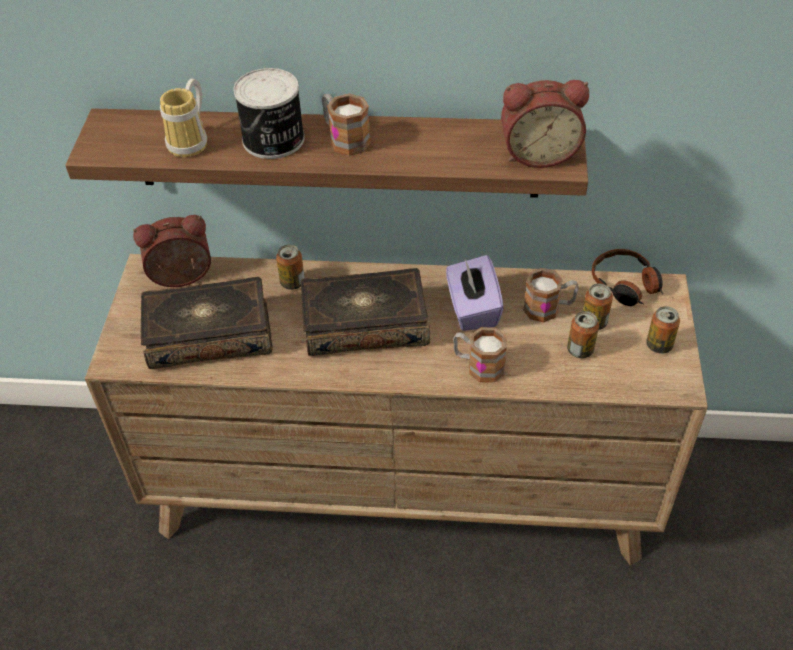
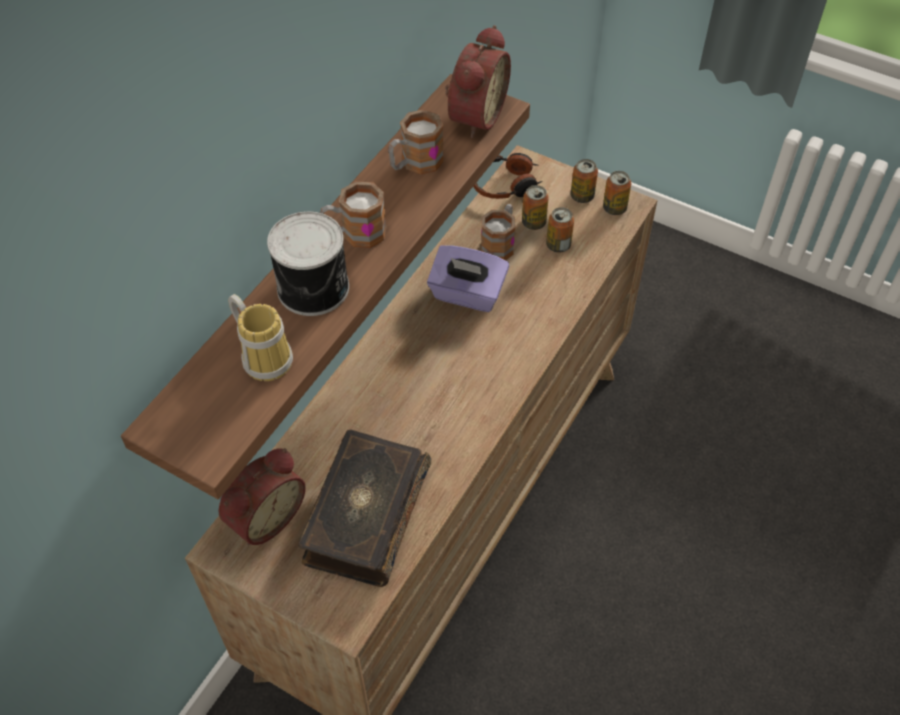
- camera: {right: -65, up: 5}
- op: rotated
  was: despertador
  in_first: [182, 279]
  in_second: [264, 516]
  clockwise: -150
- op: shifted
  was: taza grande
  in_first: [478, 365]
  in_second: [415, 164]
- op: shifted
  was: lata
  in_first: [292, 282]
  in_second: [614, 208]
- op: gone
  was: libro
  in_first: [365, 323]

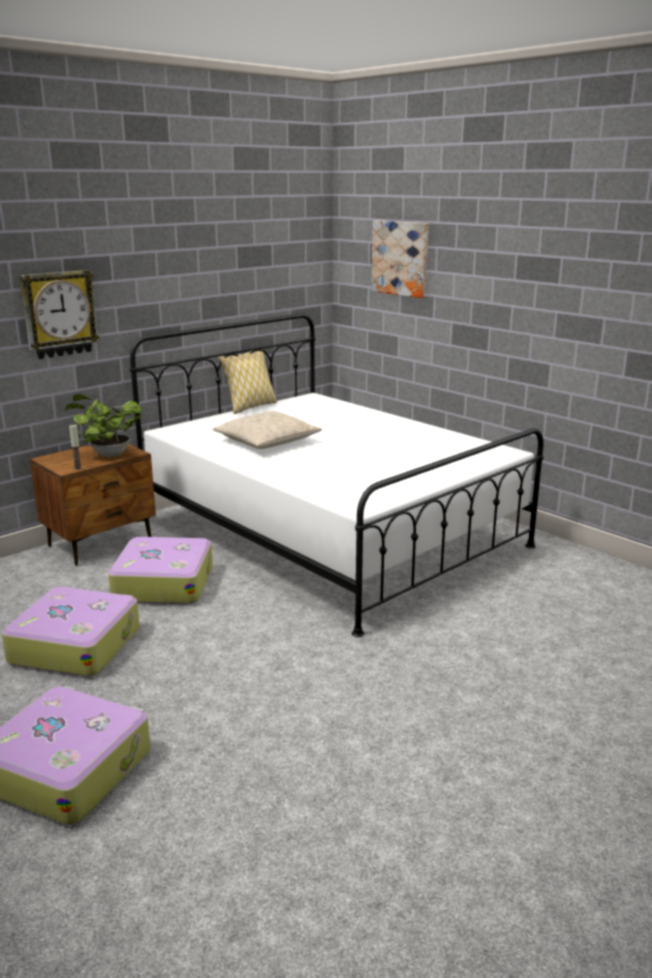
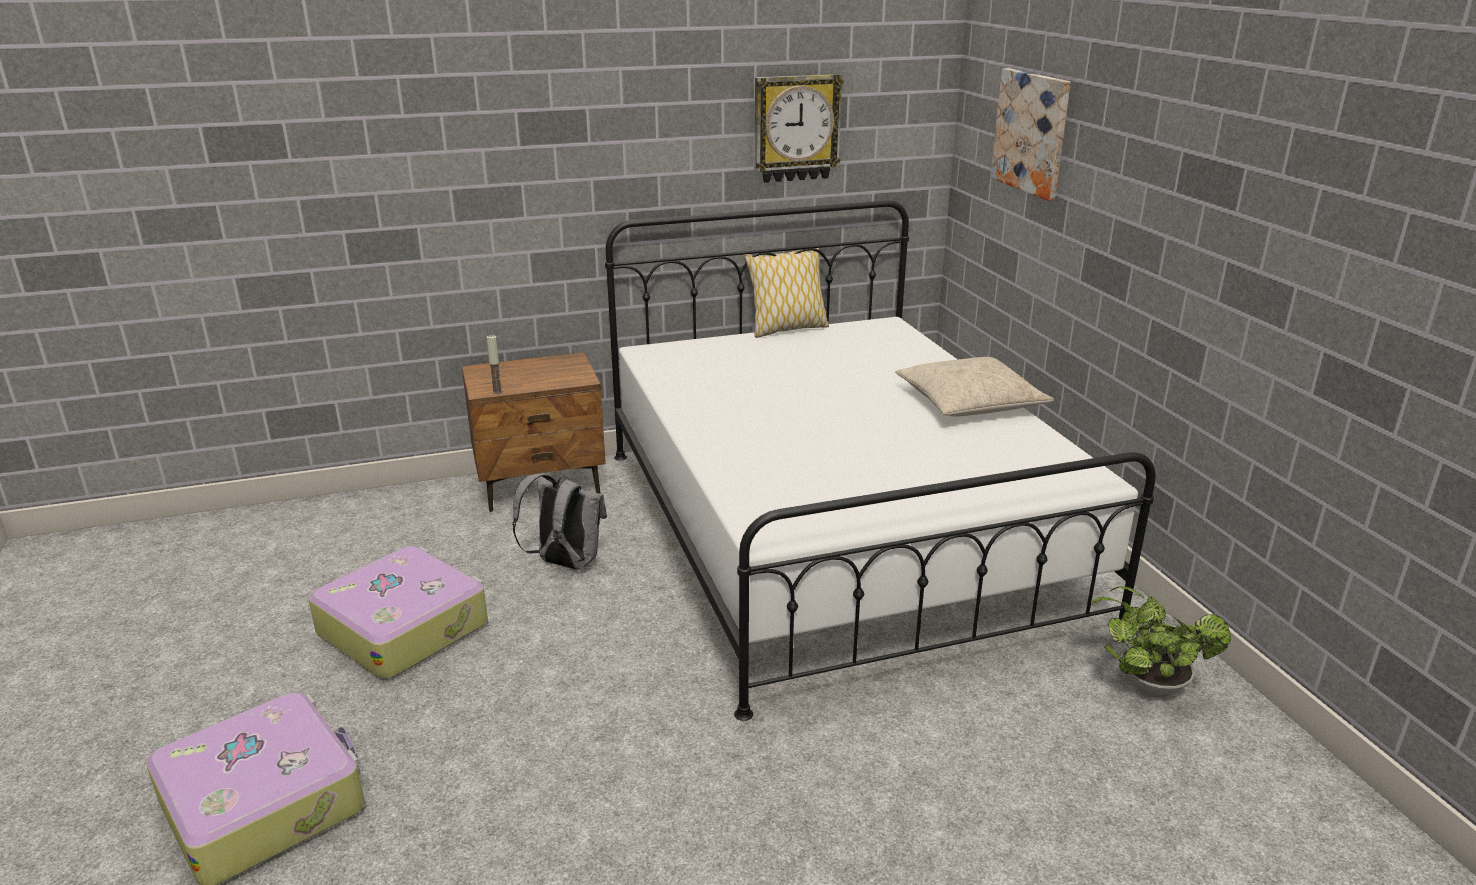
- camera: {right: 25, up: 5}
- op: swapped
  was: maleta
  now: mochila/gris
  in_first: [163, 583]
  in_second: [565, 563]
- op: shifted
  was: reloj de pared
  in_first: [59, 314]
  in_second: [796, 128]
- op: shifted
  was: cojín/beis
  in_first: [267, 441]
  in_second: [969, 402]
- op: shifted
  was: planta en maceta
  in_first: [107, 454]
  in_second: [1146, 685]

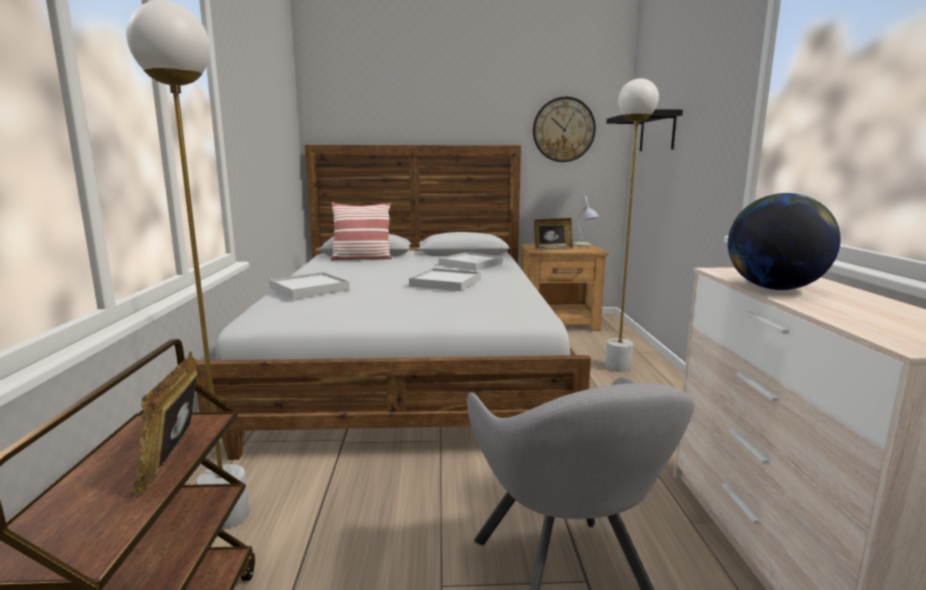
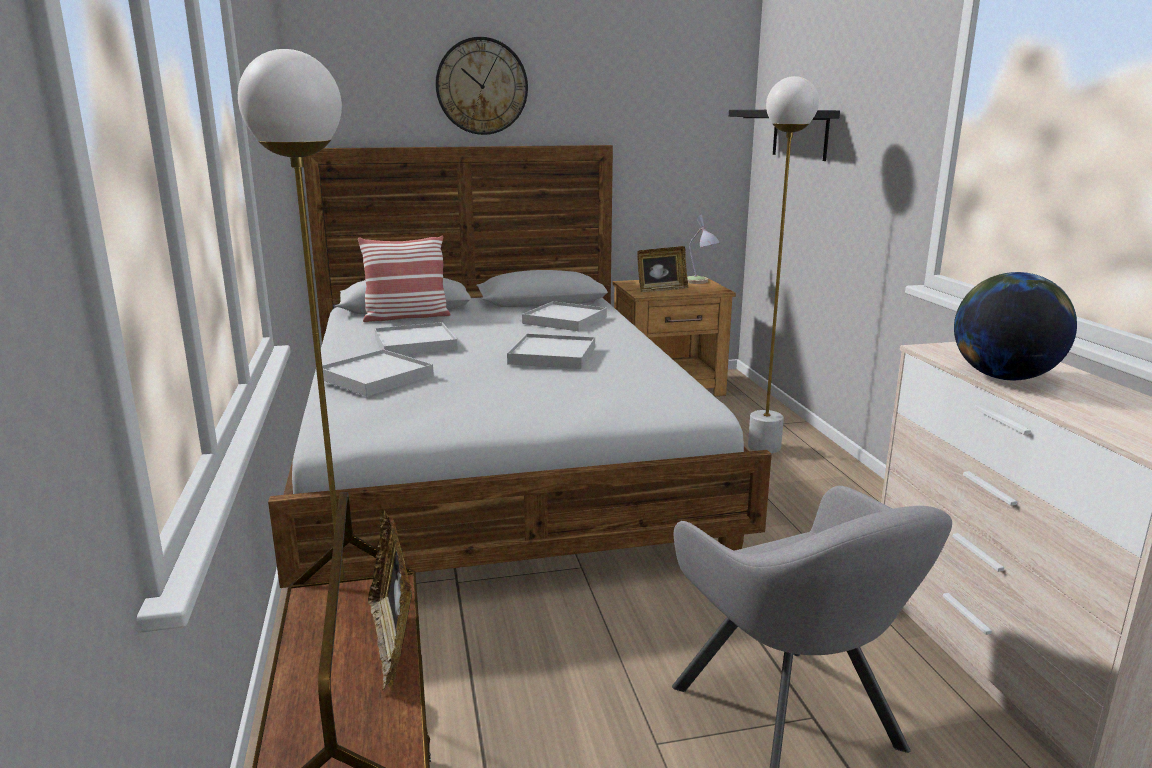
- camera: {right: -10, up: 5}
- op: new
  now: bandeja/blanco
  in_second: [415, 344]
- op: shifted
  was: reloj de pared
  in_first: [563, 130]
  in_second: [481, 86]

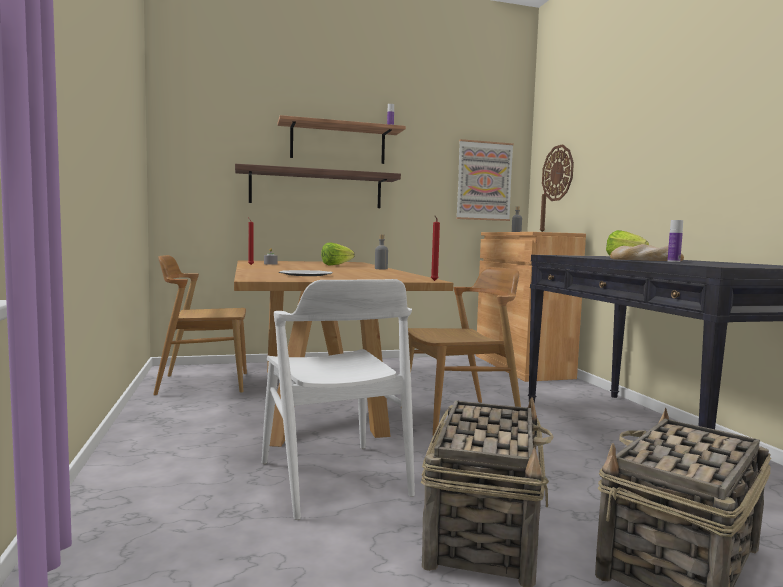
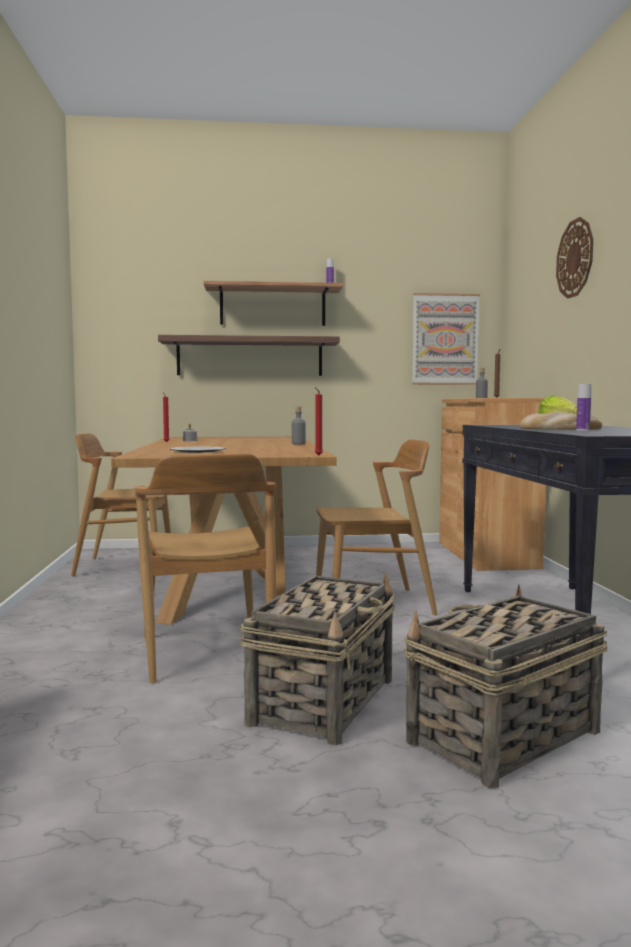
- camera: {right: 10, up: 0}
- op: repainted
  was: silla/blanco
  now: silla/marrón
  in_first: [333, 479]
  in_second: [206, 653]
- op: shifted
  was: reloj de pared
  in_first: [558, 173]
  in_second: [575, 258]
- op: gone
  was: lechuga
  in_first: [339, 265]

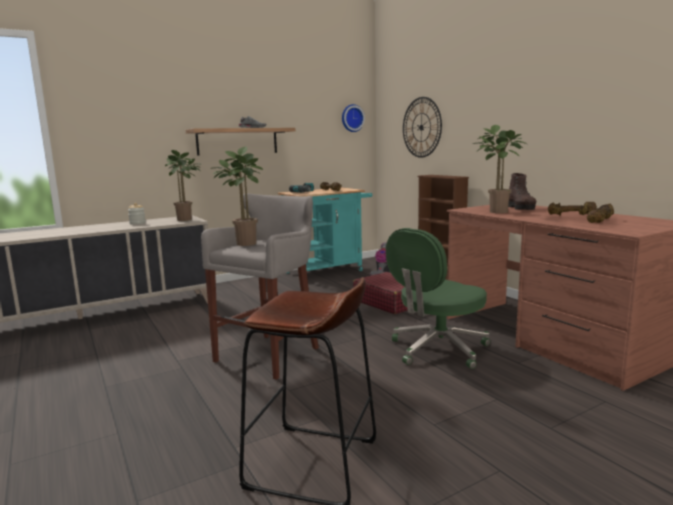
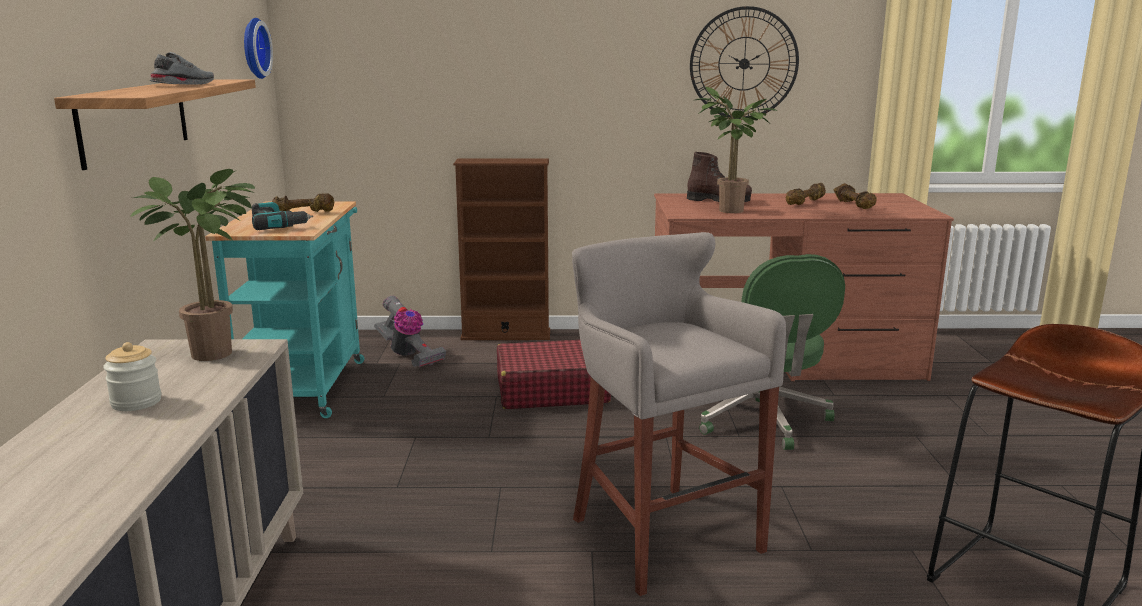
- camera: {right: -60, up: 5}
- op: shifted
  was: reloj de pared
  in_first: [421, 127]
  in_second: [744, 63]
- op: gone
  was: planta en maceta
  in_first: [243, 243]

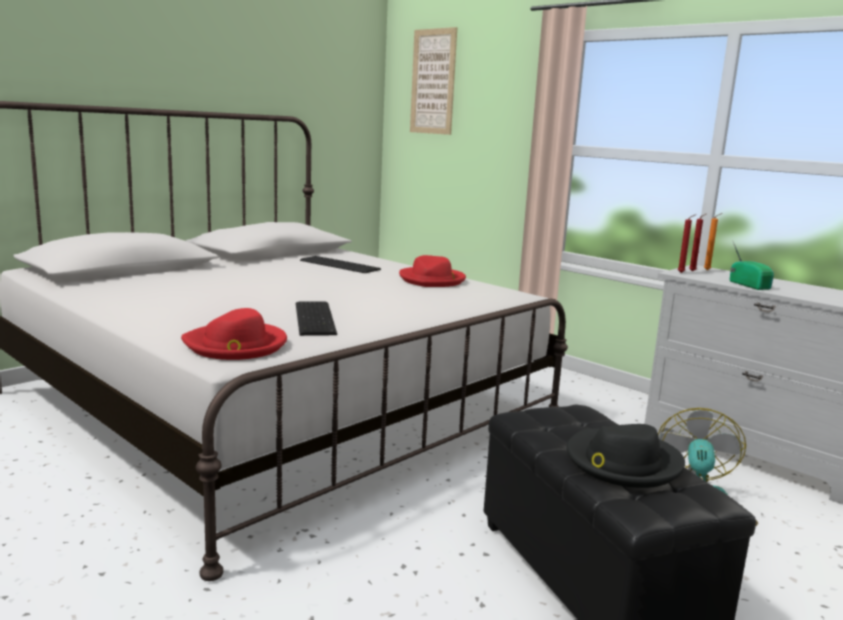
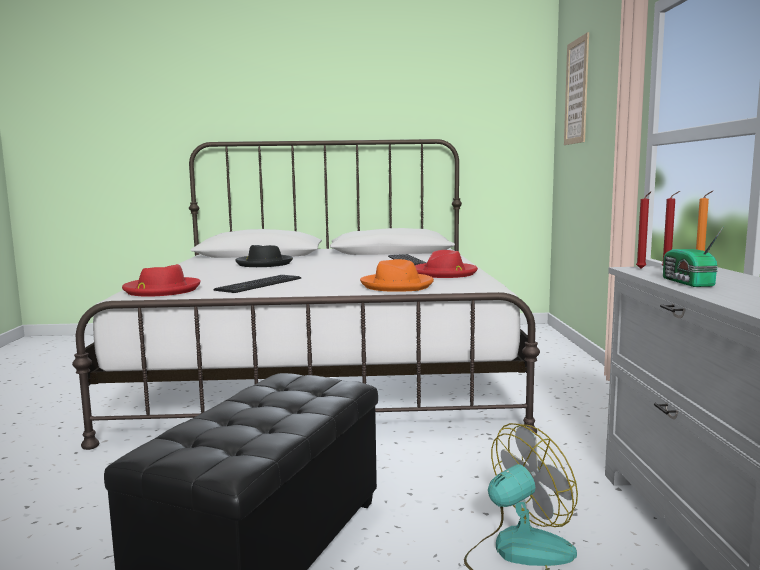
- camera: {right: 45, up: -5}
- op: shifted
  was: sombrero/negro
  in_first: [622, 462]
  in_second: [264, 263]
- op: new
  now: sombrero/naranja
  in_second: [397, 285]
- op: rotated
  was: radio
  in_first: [749, 285]
  in_second: [687, 282]
  clockwise: 150

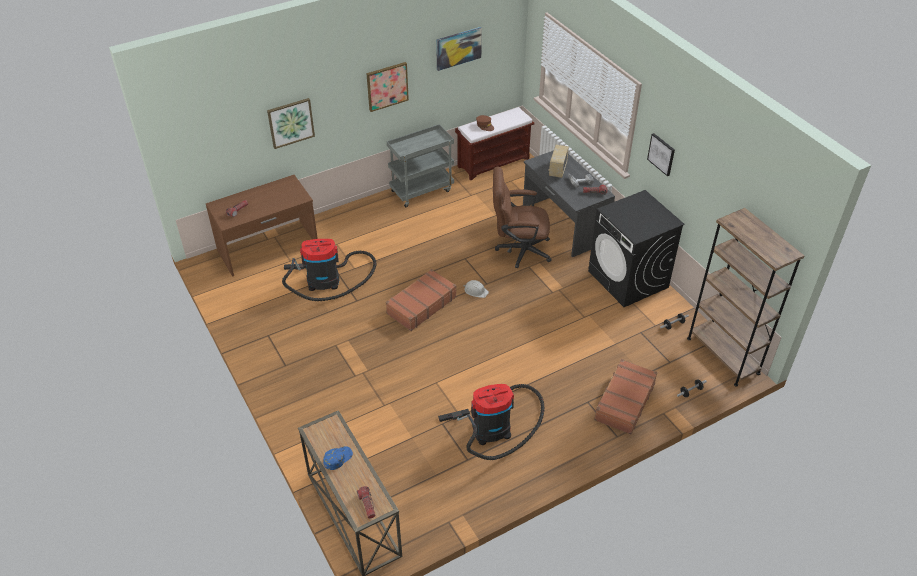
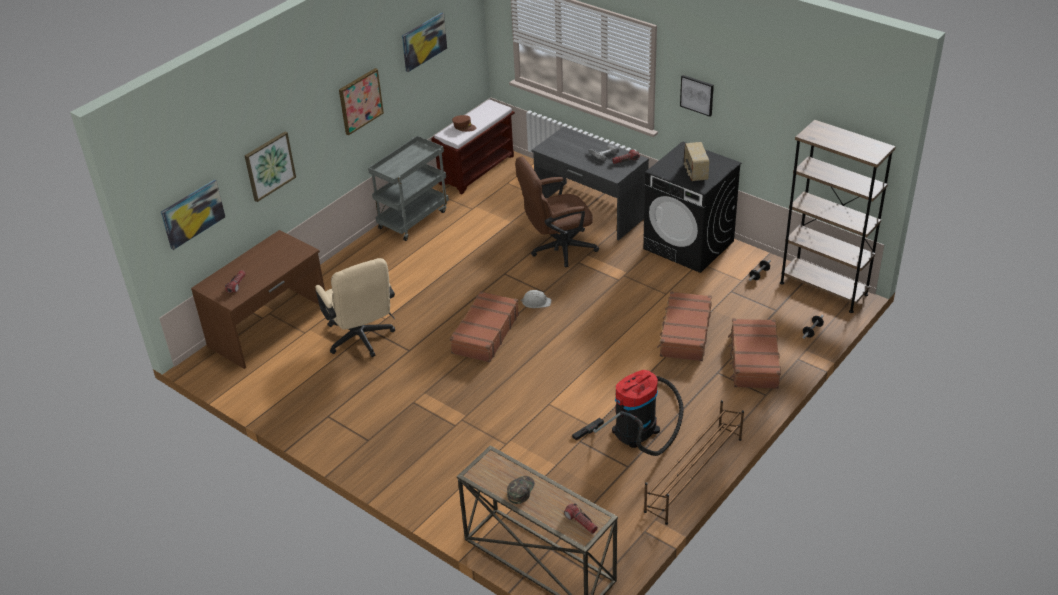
- camera: {right: -20, up: -5}
- op: new
  now: cuadro
  in_second: [192, 214]
- op: swapped
  was: aspiradora
  now: silla de oficina/beis
  in_first: [327, 280]
  in_second: [362, 340]
- op: repainted
  was: gorra/azul
  now: gorra/verde
  in_first: [337, 458]
  in_second: [520, 490]
- op: new
  now: zapatero/marrón
  in_second: [693, 475]
- op: new
  now: maleta/marrón
  in_second: [684, 333]
- op: shifted
  was: radio
  in_first: [557, 170]
  in_second: [695, 172]

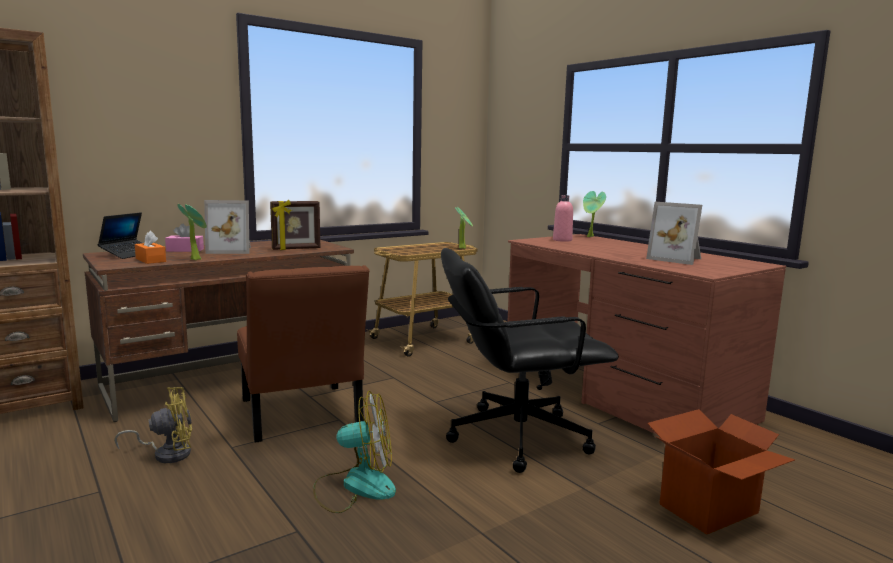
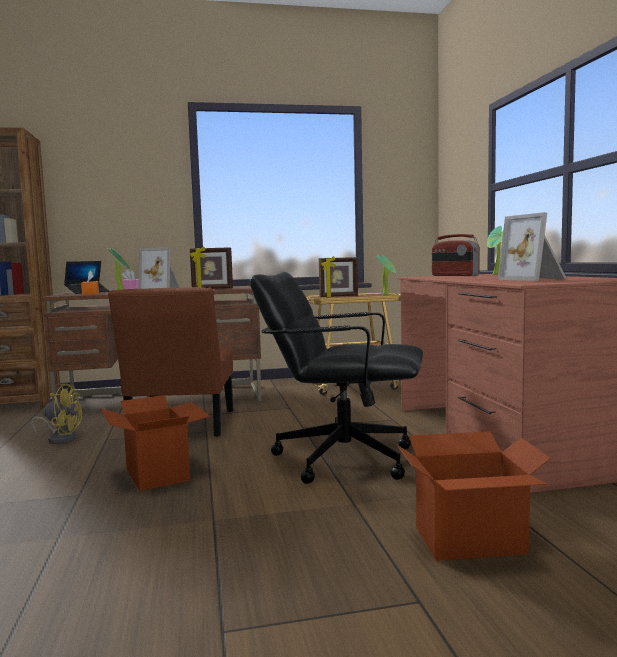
- camera: {right: 25, up: -5}
- op: swapped
  was: ventilador
  now: caja de cartón
  in_first: [355, 486]
  in_second: [158, 474]
- op: new
  now: portarretratos
  in_second: [339, 296]
- op: swapped
  was: botella/rosa
  now: radio
  in_first: [562, 240]
  in_second: [454, 275]

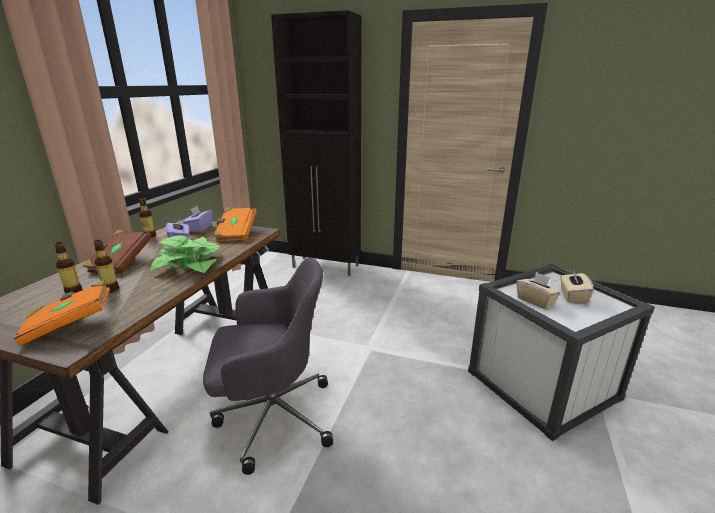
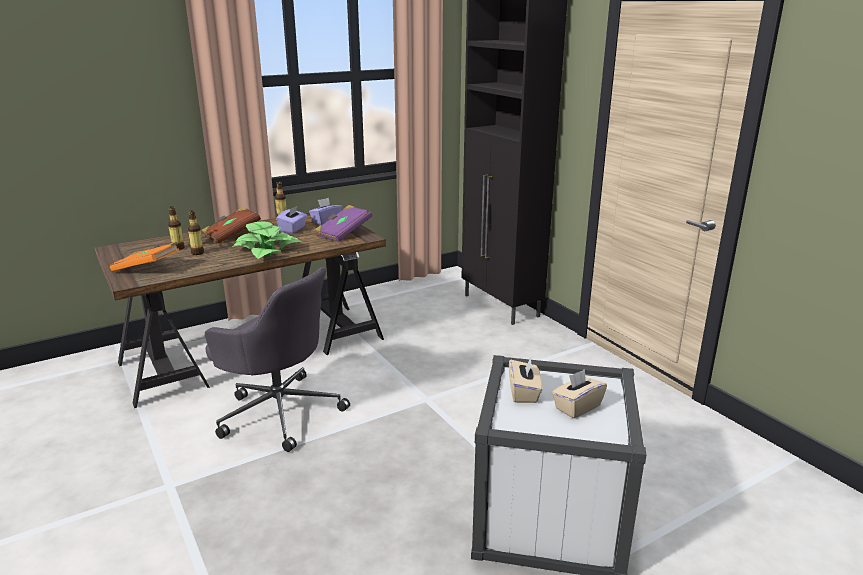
- camera: {right: 40, up: 0}
- op: repainted
  was: libro/naranja
  now: libro/morado
  in_first: [236, 233]
  in_second: [343, 233]

